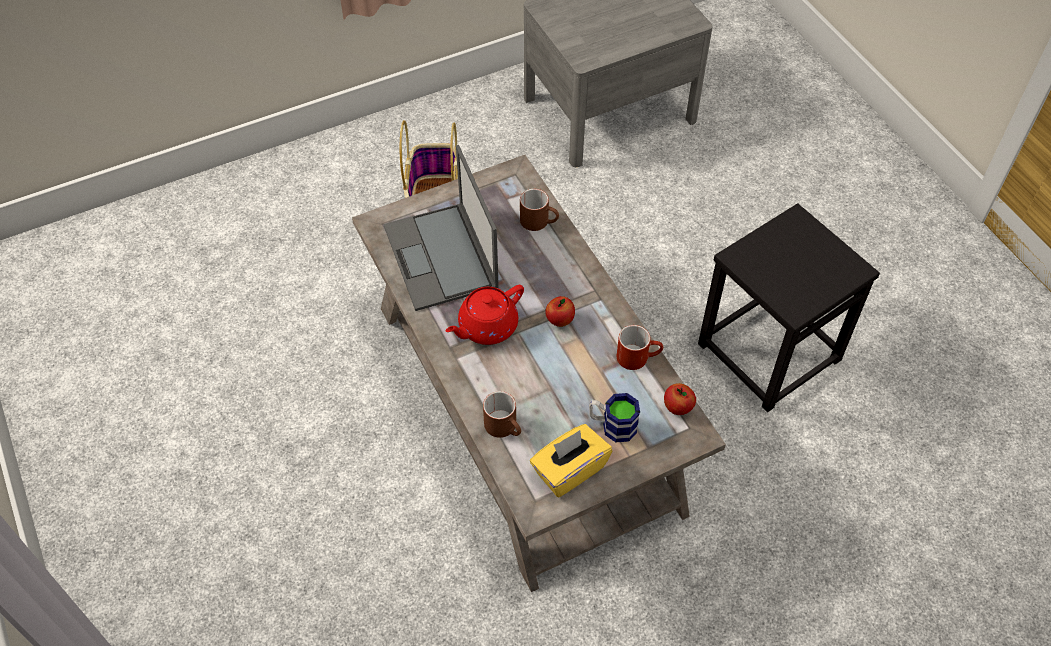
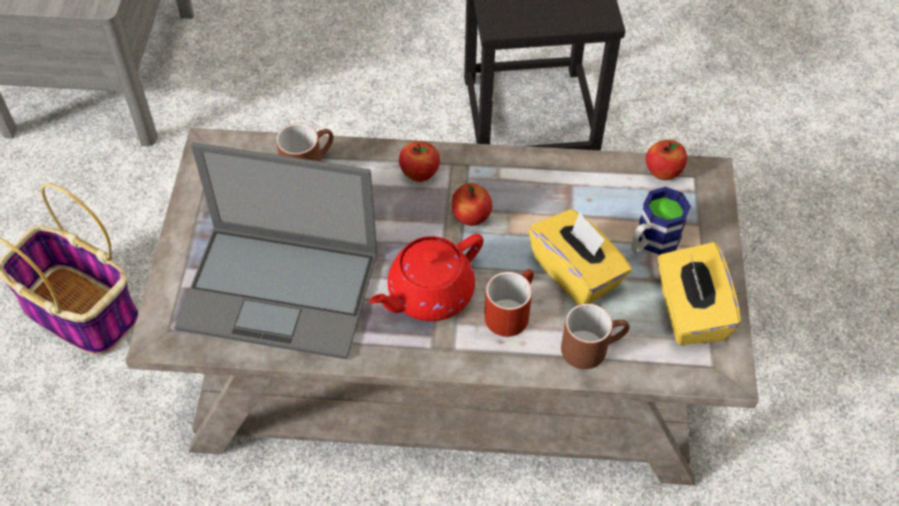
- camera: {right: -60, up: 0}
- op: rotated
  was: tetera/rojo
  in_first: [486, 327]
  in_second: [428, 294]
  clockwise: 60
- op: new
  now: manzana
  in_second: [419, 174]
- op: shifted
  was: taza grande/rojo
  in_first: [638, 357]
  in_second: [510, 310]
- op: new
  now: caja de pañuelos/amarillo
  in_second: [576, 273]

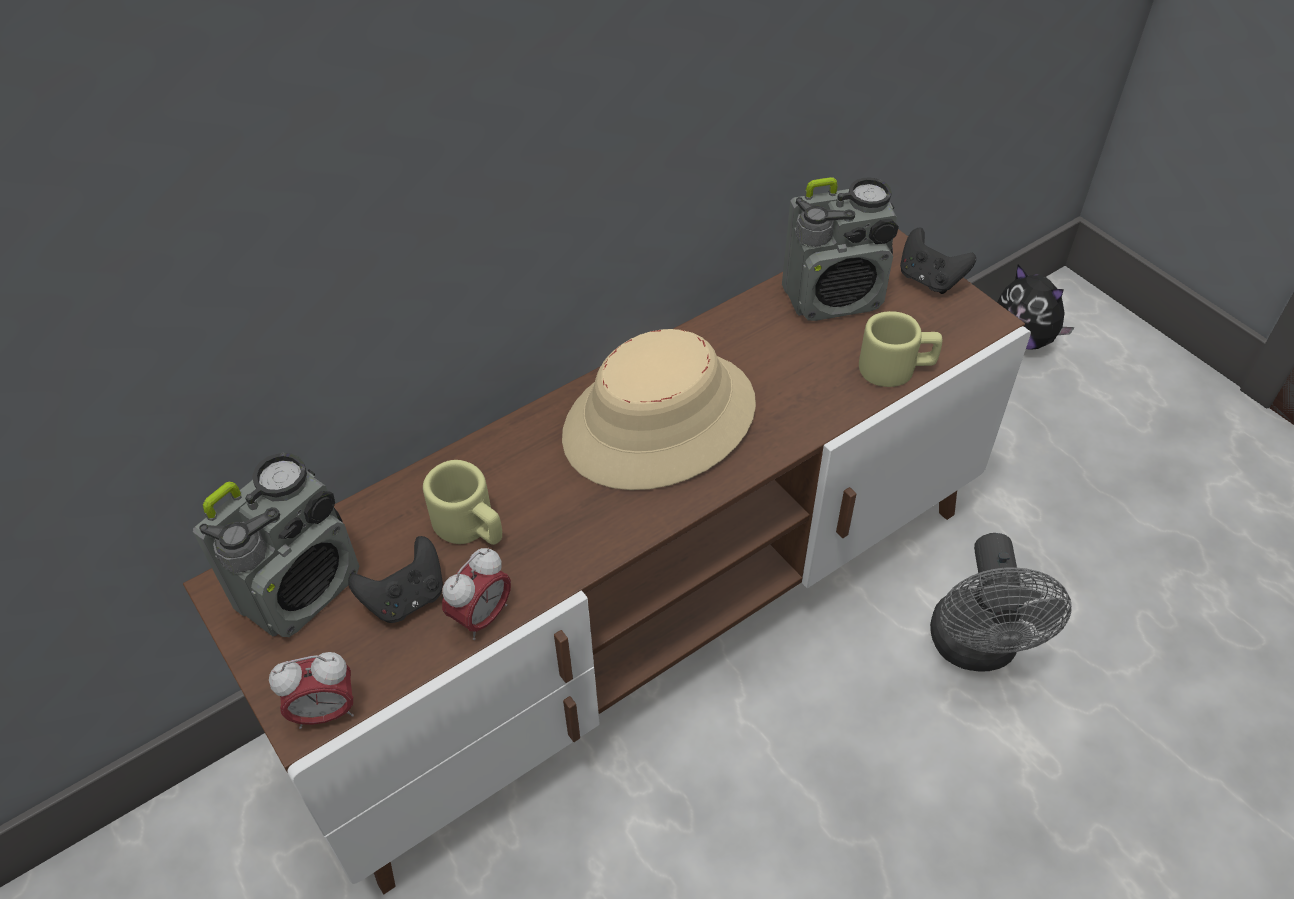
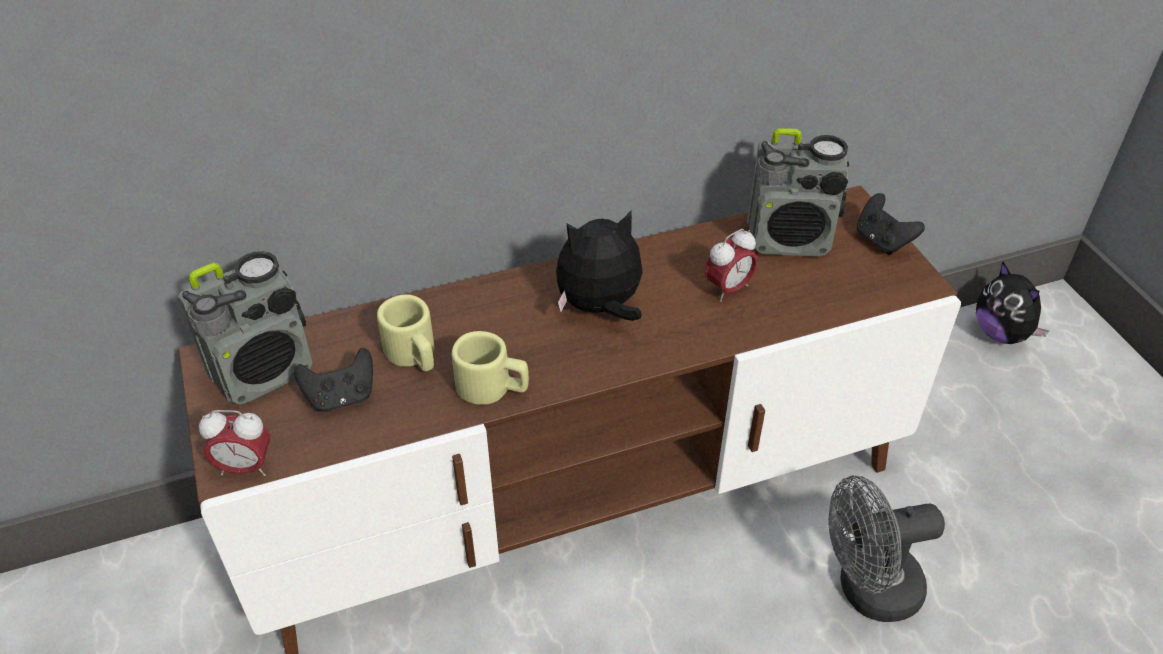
- camera: {right: 15, up: -5}
- op: shifted
  was: taza grande/beis
  in_first: [897, 368]
  in_second: [493, 388]
- op: swapped
  was: sombrero/beis
  now: peluche
  in_first: [660, 422]
  in_second: [600, 307]
- op: shifted
  was: despertador
  in_first: [482, 617]
  in_second: [728, 289]
- op: rotated
  was: ventilador/gris
  in_first: [976, 649]
  in_second: [867, 590]
  clockwise: 60

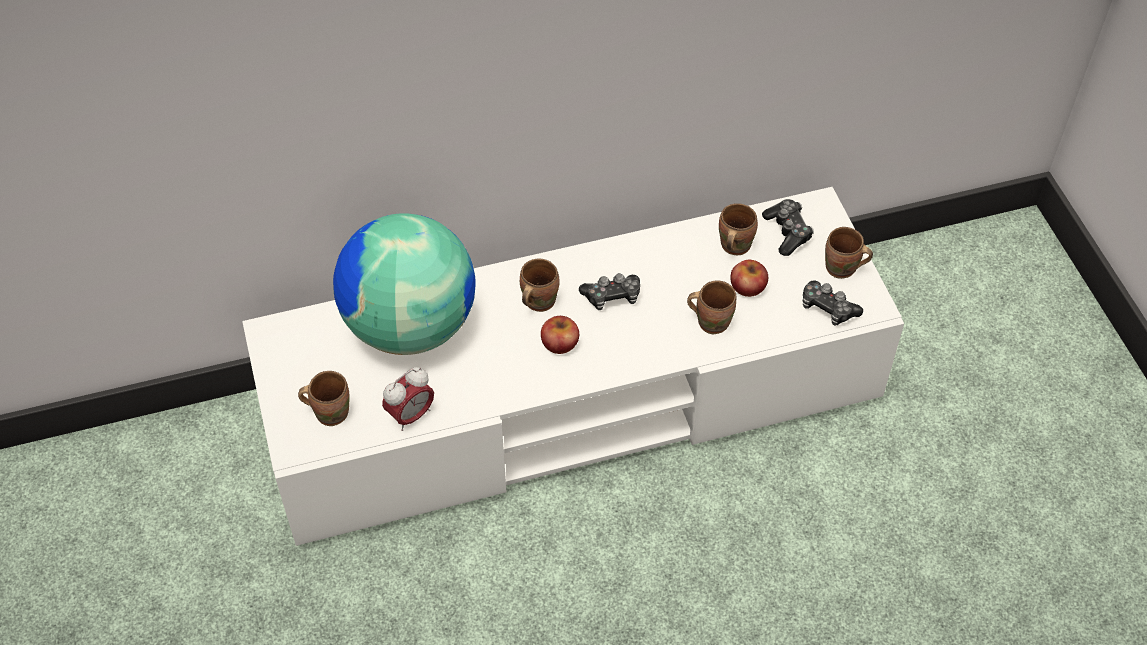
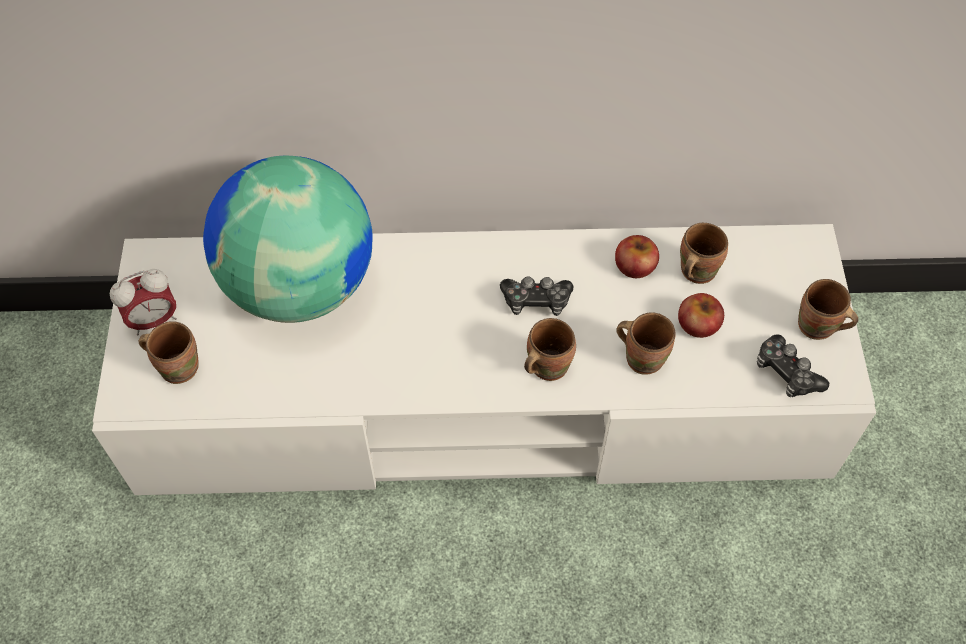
- camera: {right: 15, up: 5}
- op: shifted
  was: despertador
  in_first: [411, 415]
  in_second: [154, 320]
- op: shifted
  was: taza grande/marrón
  in_first: [537, 301]
  in_second: [545, 365]
- op: shifted
  was: manzana
  in_first: [560, 342]
  in_second: [635, 265]
- op: gone
  was: mando de consola
  in_first: [787, 232]

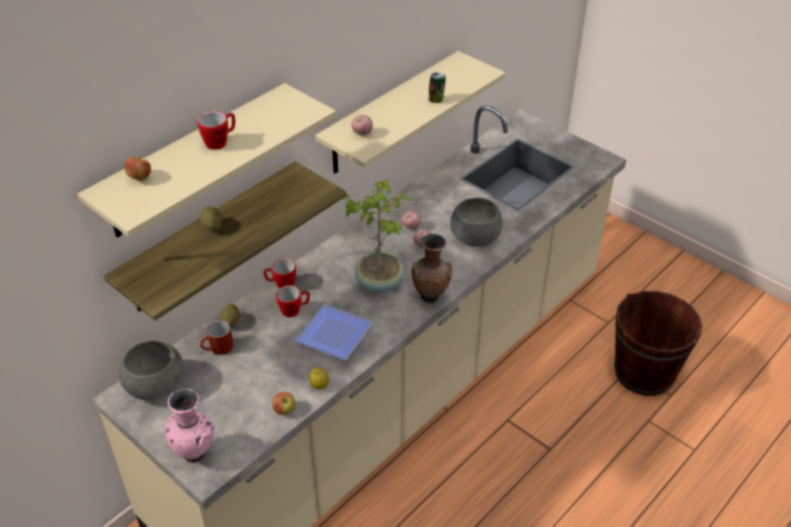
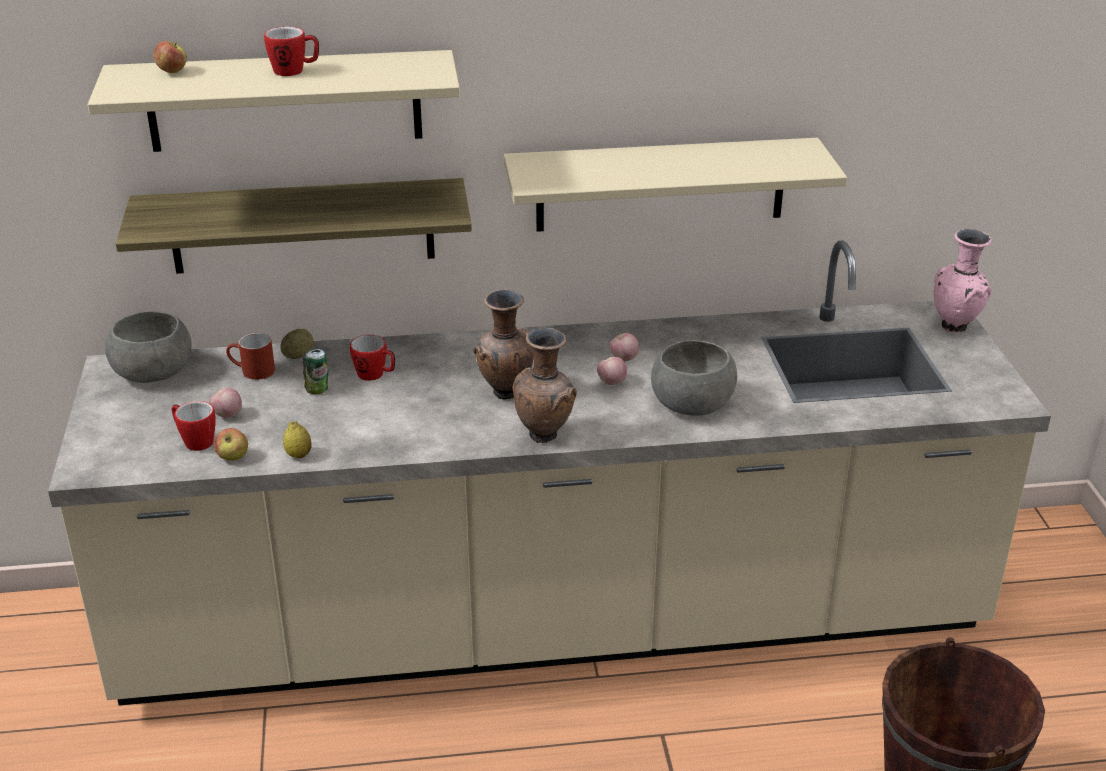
- camera: {right: 40, up: -10}
- op: shifted
  was: taza grande
  in_first: [281, 284]
  in_second: [194, 441]
- op: shifted
  was: manzana
  in_first: [362, 134]
  in_second: [227, 415]
- op: shifted
  was: lata
  in_first: [436, 99]
  in_second: [318, 390]
- op: swapped
  was: planta en maceta
  now: florero/marrón
  in_first: [379, 282]
  in_second: [506, 394]
- op: shifted
  was: florero/rosa
  in_first: [196, 454]
  in_second: [956, 328]
- op: gone
  was: patata
  in_first: [212, 226]
- op: gone
  was: plato
  in_first: [331, 335]

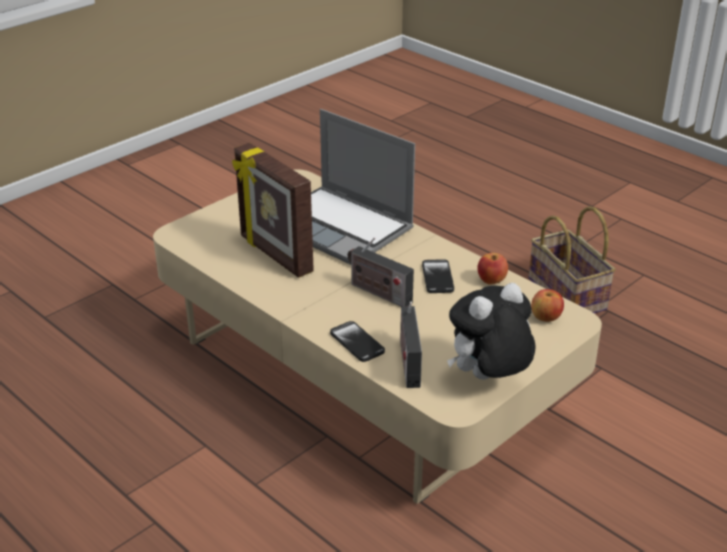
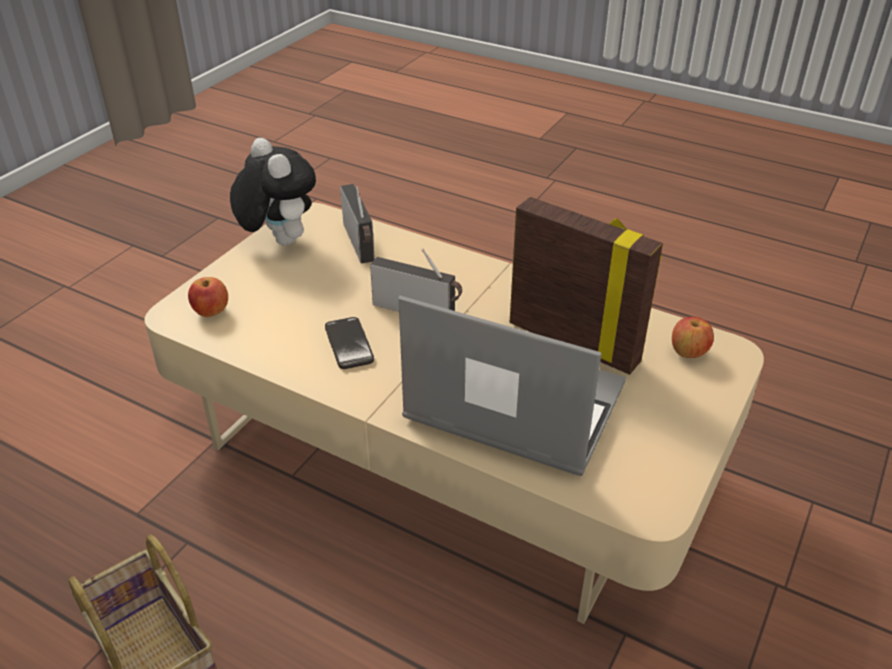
- camera: {right: 165, up: 5}
- op: rotated
  was: peluche
  in_first: [488, 379]
  in_second: [278, 240]
  clockwise: -75
- op: shifted
  was: manzana
  in_first: [491, 281]
  in_second: [688, 352]
- op: gone
  was: móvil
  in_first: [357, 343]

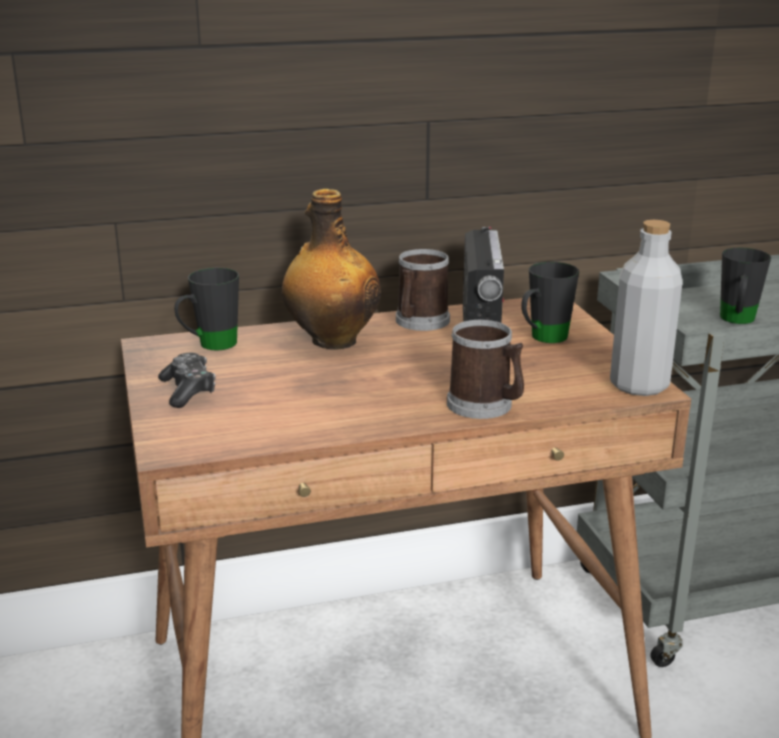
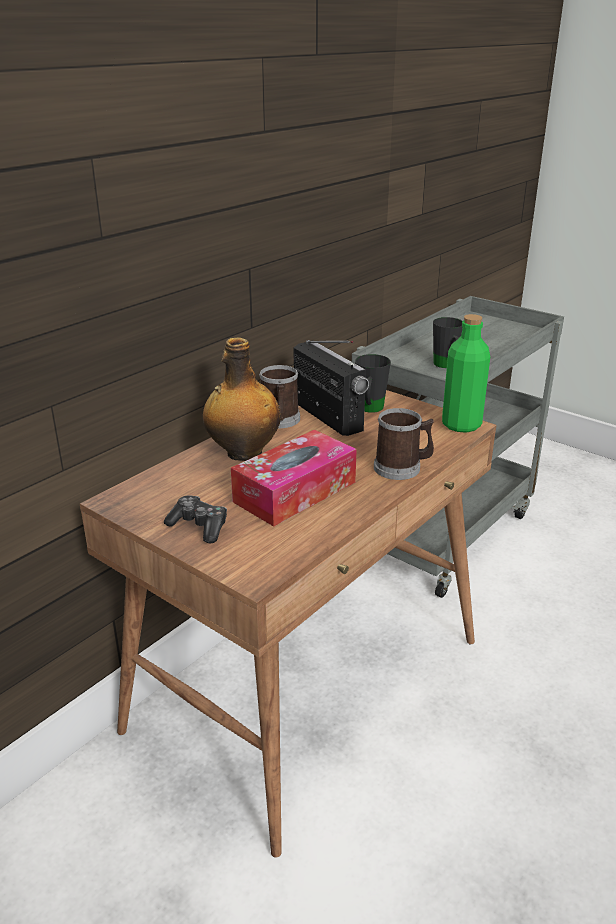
- camera: {right: -35, up: 5}
- op: new
  now: caja de pañuelos
  in_second: [295, 492]
- op: repainted
  was: botella/gris
  now: botella/verde
  in_first: [639, 385]
  in_second: [461, 424]
- op: gone
  was: taza grande/negro
  in_first: [209, 346]

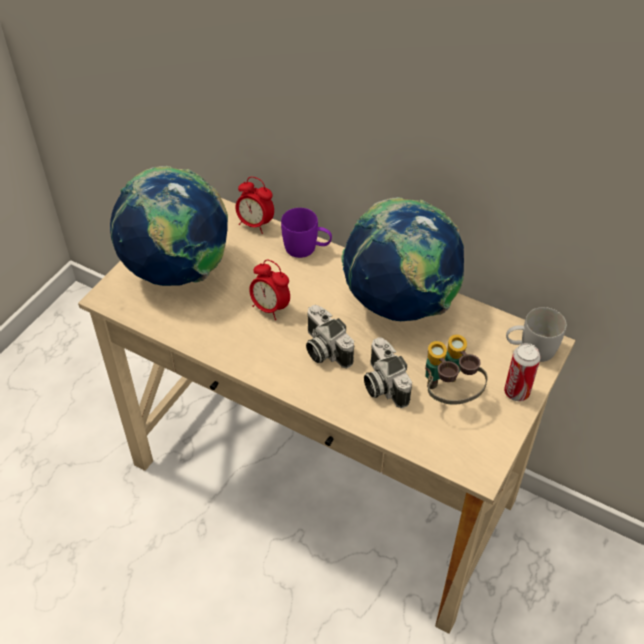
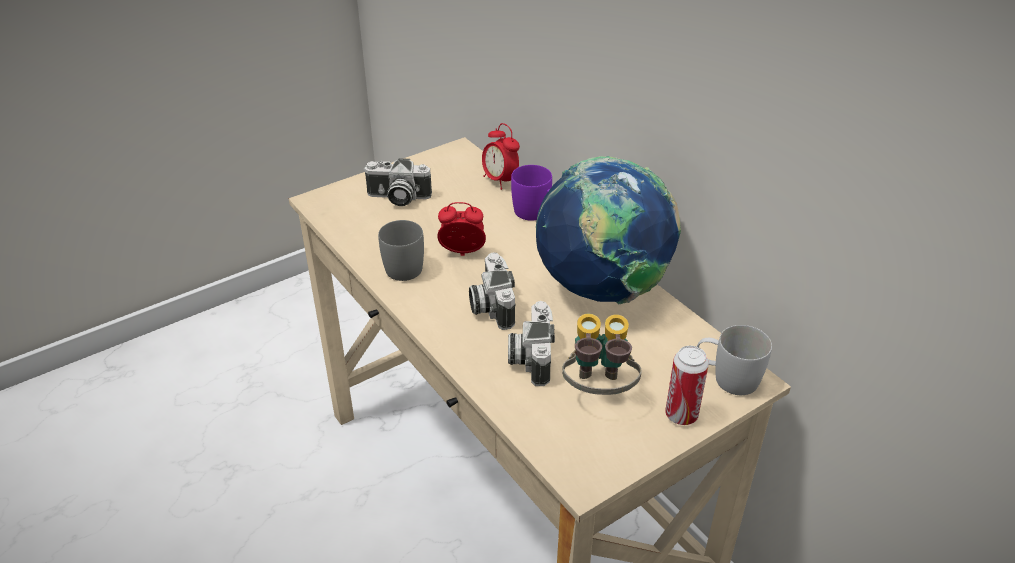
- camera: {right: 25, up: -10}
- op: swapped
  was: globo terráqueo
  now: cámara
  in_first: [178, 270]
  in_second: [397, 198]
- op: new
  now: taza grande/gris
  in_second: [406, 264]
- op: rotated
  was: despertador
  in_first: [270, 308]
  in_second: [462, 253]
  clockwise: 120

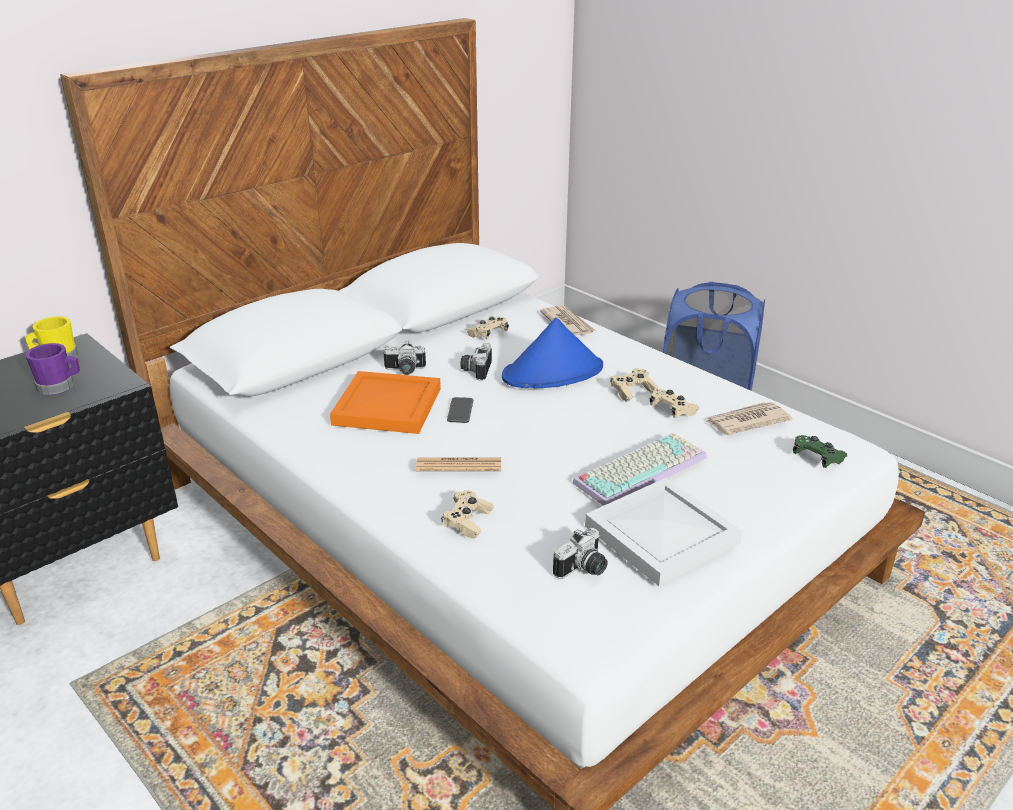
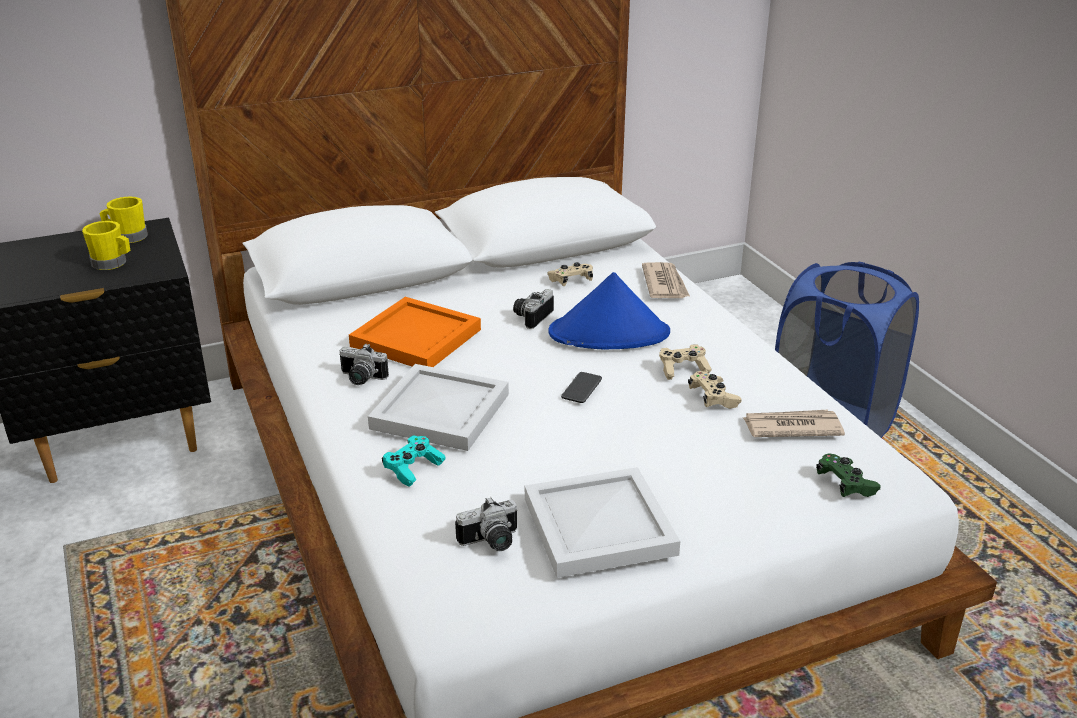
- camera: {right: 20, up: 0}
- op: repainted
  was: taza grande/morado
  now: taza grande/amarillo
  in_first: [60, 386]
  in_second: [112, 263]
- op: shifted
  was: cámara
  in_first: [405, 370]
  in_second: [361, 379]
- op: swapped
  was: periódico
  now: bandeja/blanco
  in_first: [459, 465]
  in_second: [442, 411]
- op: repainted
  was: mando de consola/beis
  now: mando de consola/turquesa
  in_first: [467, 522]
  in_second: [413, 468]
- op: shifted
  was: móvil
  in_first: [460, 411]
  in_second: [581, 388]
- op: gone
  was: teclado
  in_first: [640, 468]

